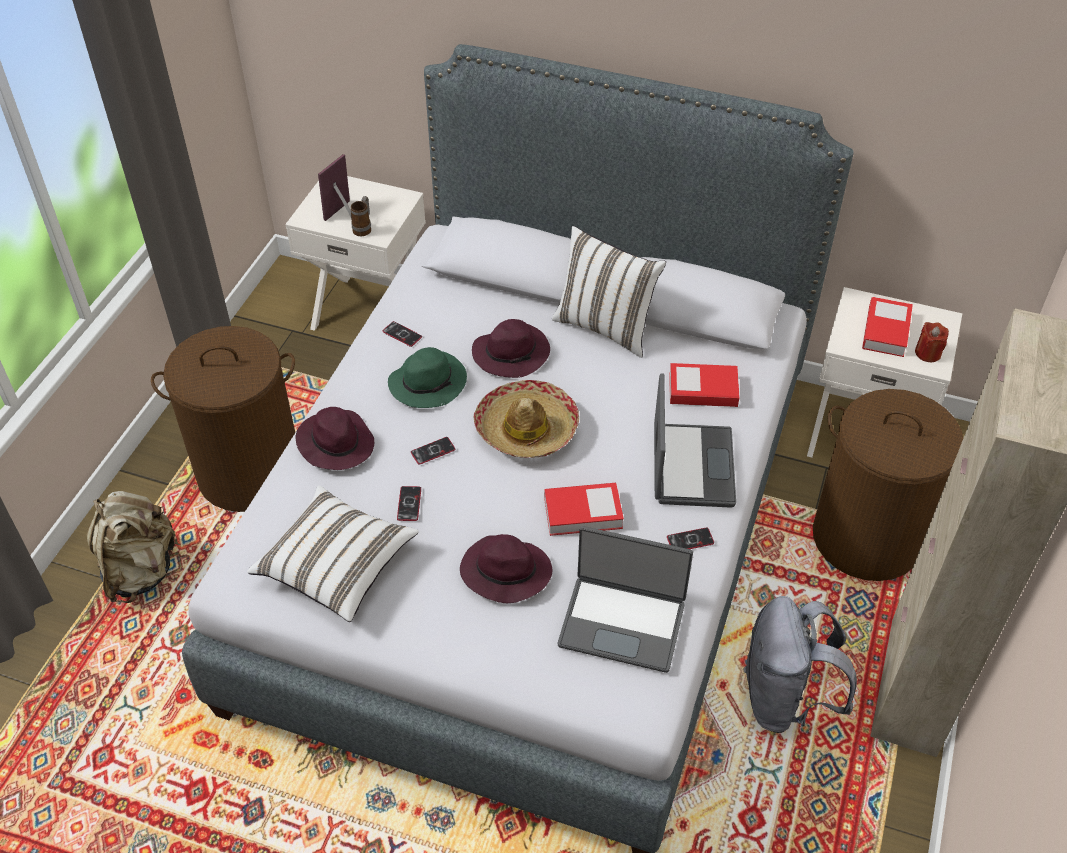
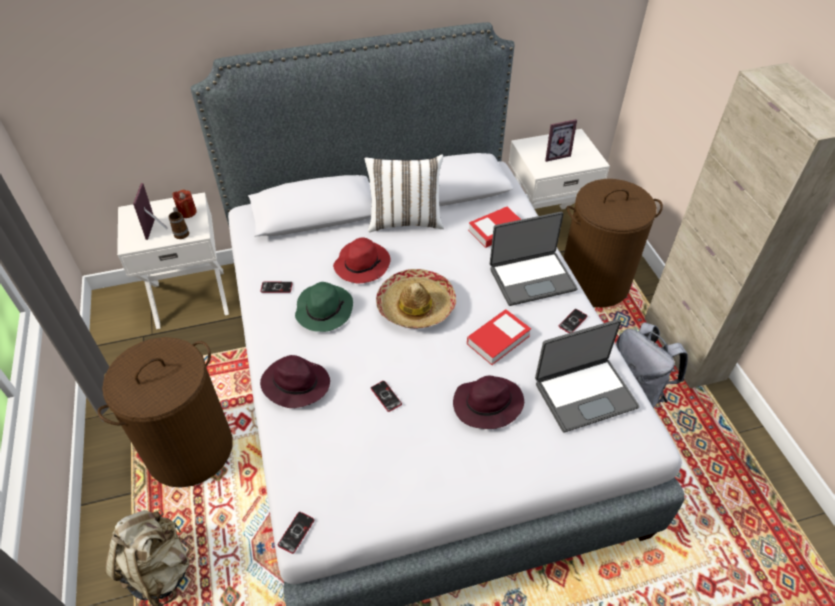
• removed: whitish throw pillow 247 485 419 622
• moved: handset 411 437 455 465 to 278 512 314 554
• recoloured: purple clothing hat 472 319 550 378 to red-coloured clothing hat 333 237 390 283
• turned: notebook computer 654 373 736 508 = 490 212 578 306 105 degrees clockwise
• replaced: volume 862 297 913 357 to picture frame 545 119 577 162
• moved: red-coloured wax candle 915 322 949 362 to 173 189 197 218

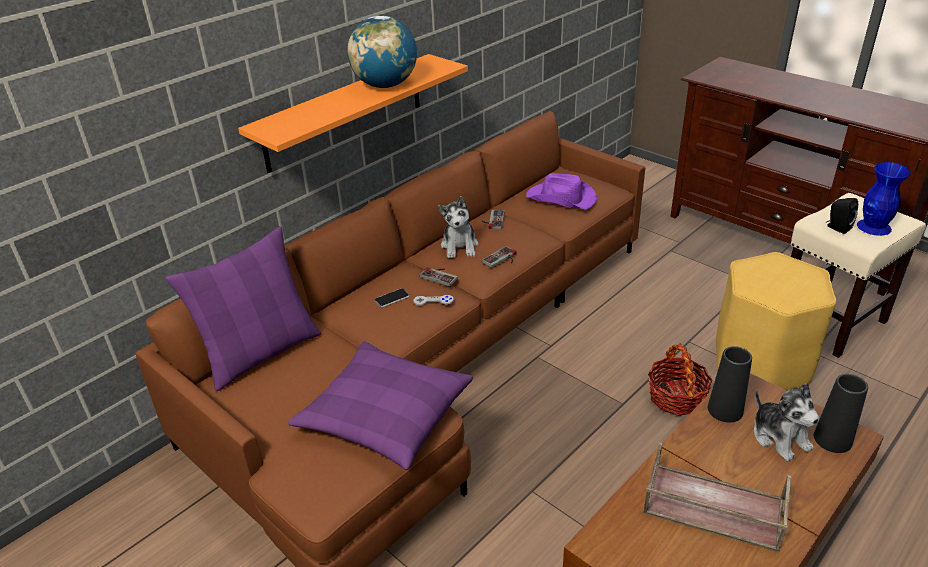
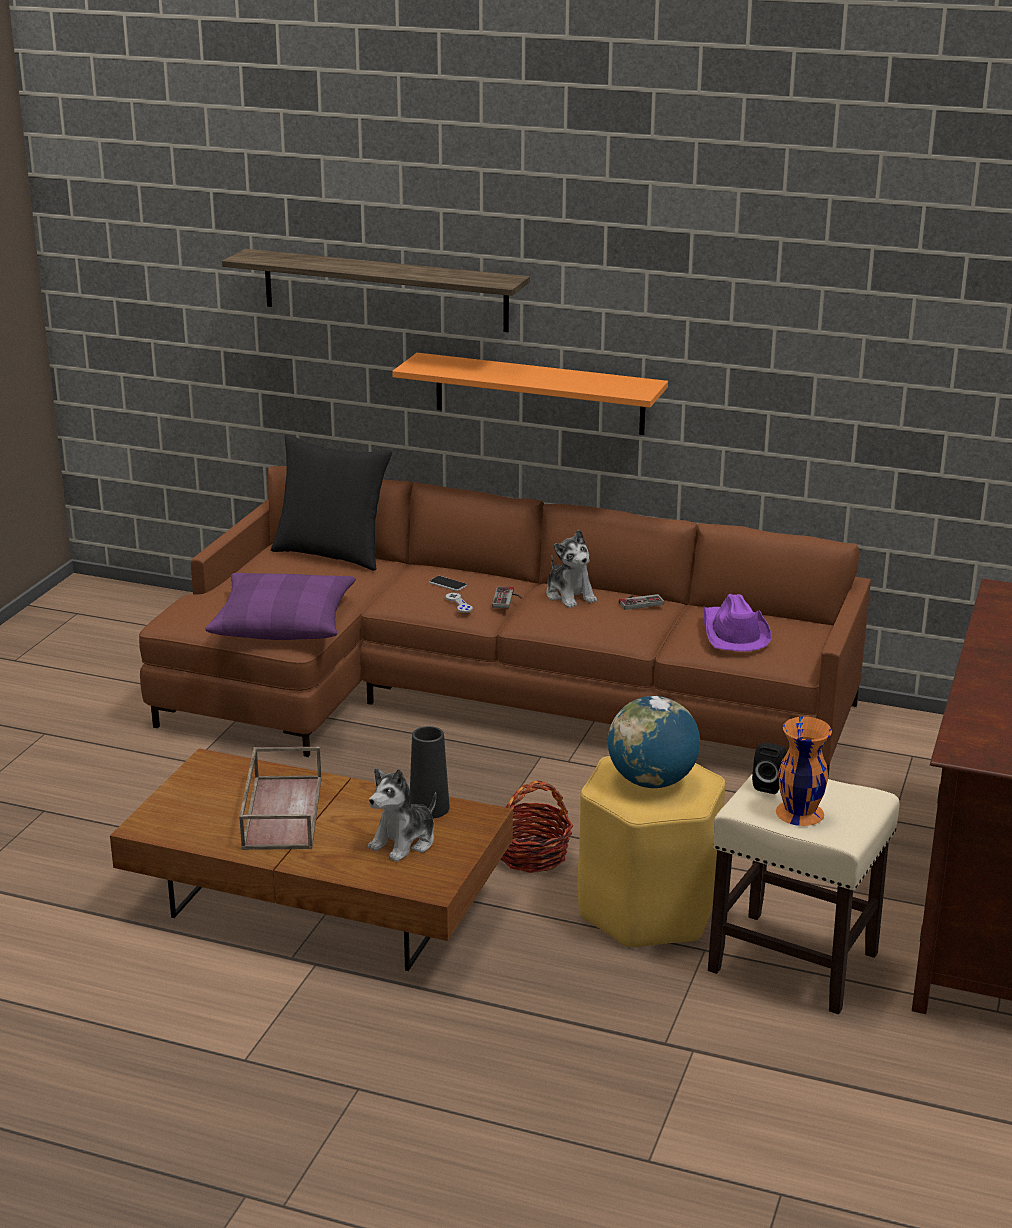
• recoloured: purple throw pillow 165 226 321 391 to black-coloured throw pillow 271 434 392 571
• moved: globe 347 16 417 88 to 608 696 700 788
• turned: plush toy 438 196 479 258 = 546 530 597 608 90 degrees counterclockwise
• removed: game controller 482 246 517 268
• removed: black-coloured decorative vase 814 374 868 453
• recoloured: bluish decorative vase 857 162 911 236 to orange decorative vase 776 717 832 826
• added: bracket shelf 222 249 530 332

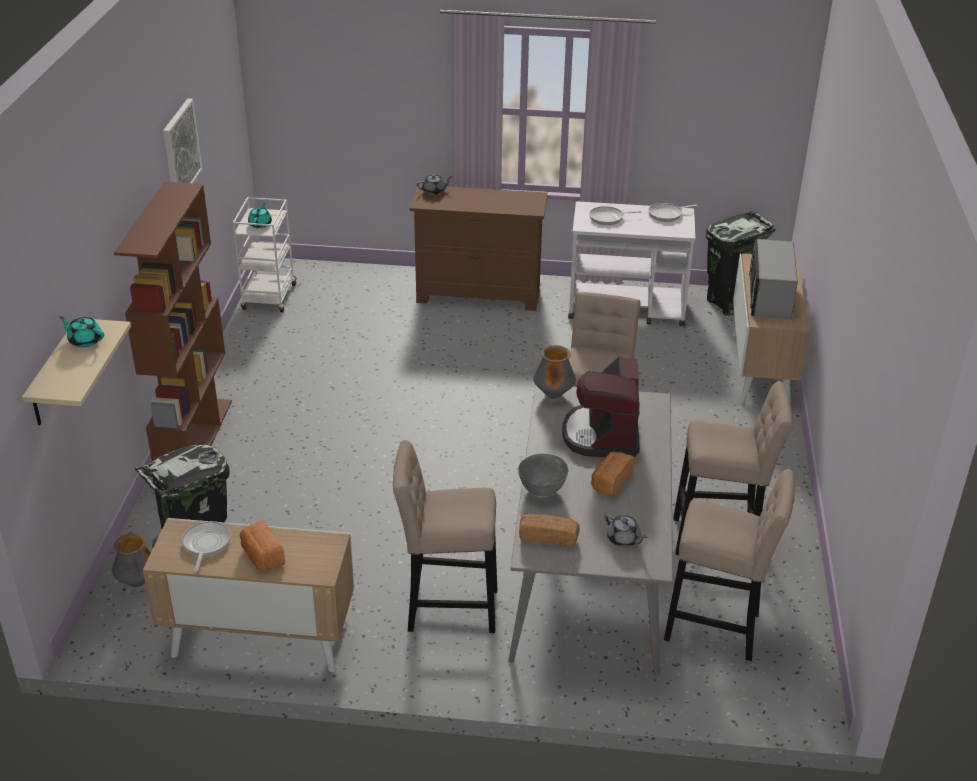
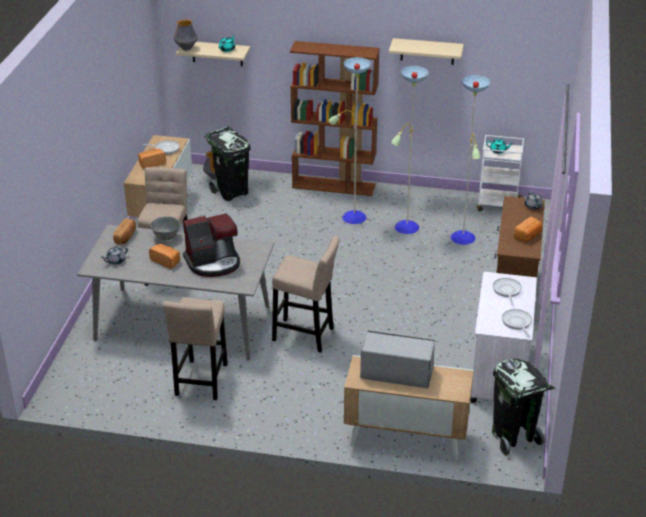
• replaced: wall picture 163 98 202 183 to beige-coloured bracket shelf 389 38 464 65
• moved: decorative vase 533 345 576 399 to 174 19 198 51
• turned: coffee maker 562 356 640 457 = 183 213 240 277 150 degrees clockwise
• removed: beige-coloured sitting stool 664 469 795 661
• added: floor lamp 328 57 490 245
• added: bakery bread 514 217 542 242

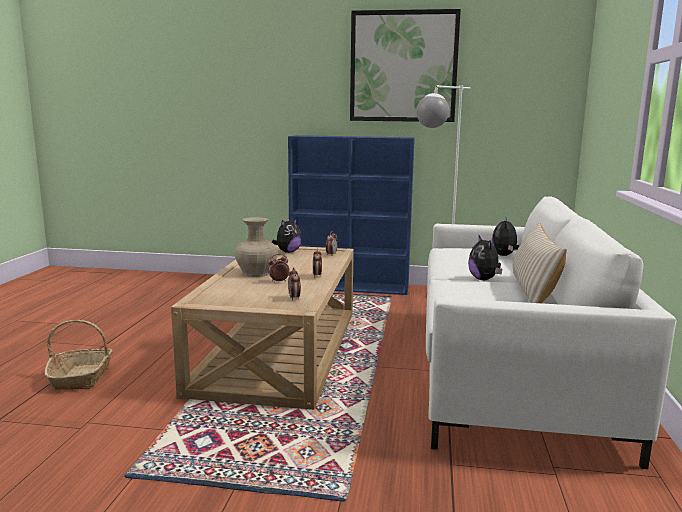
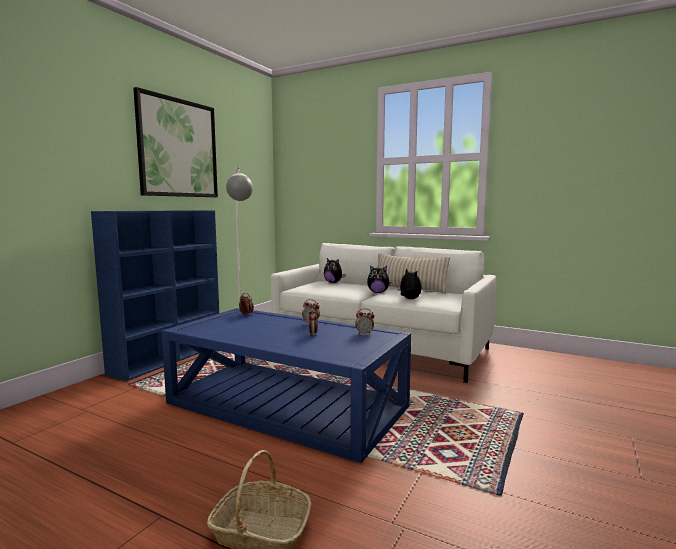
• recoloured: beige-coloured low table 171 245 354 410 to bluish low table 162 308 411 463
• removed: beige-coloured decorative vase 234 217 278 277
• moved: plush toy 272 218 302 253 to 397 268 422 299

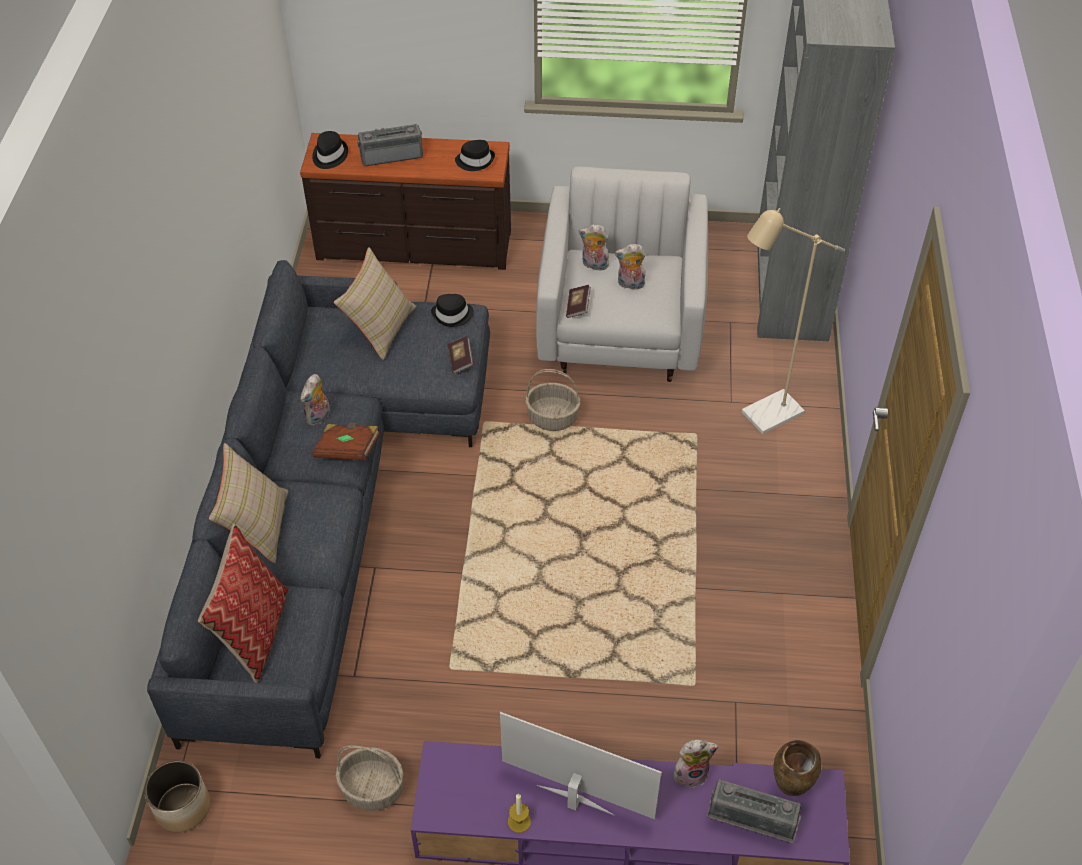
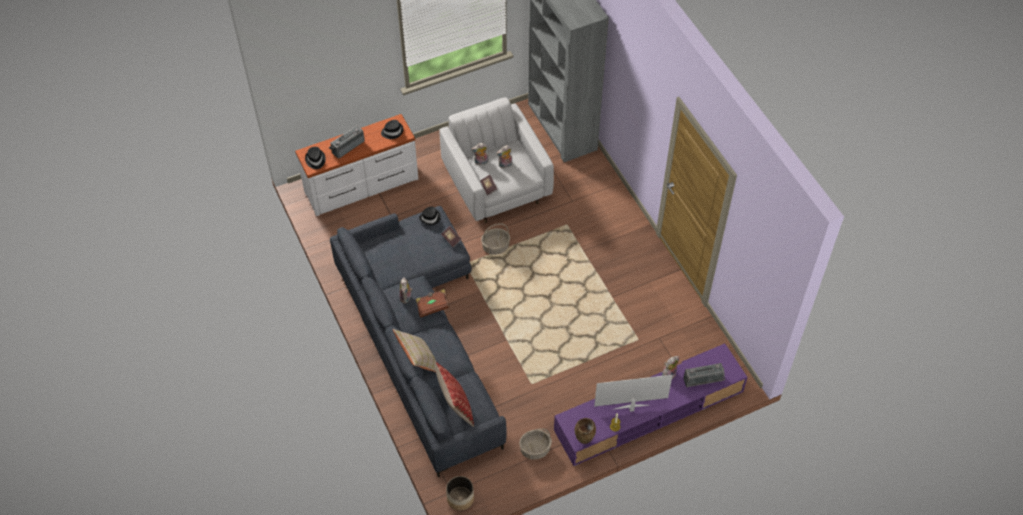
• recoloured: brown-coloured dresser 300 133 511 270 to whitish dresser 295 114 418 216
• removed: beige-coloured throw pillow 334 247 416 360
• removed: beige-coloured floor lamp 742 208 845 434
• moved: brown-coloured decorative vase 774 740 821 796 to 575 418 596 444

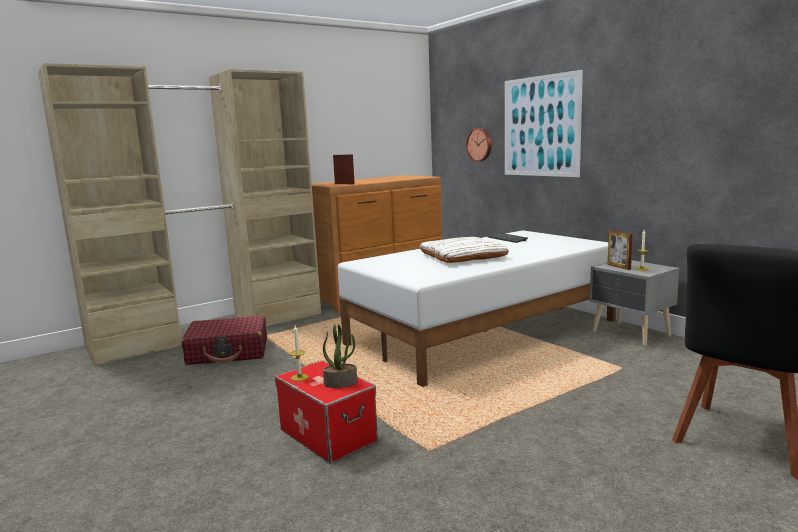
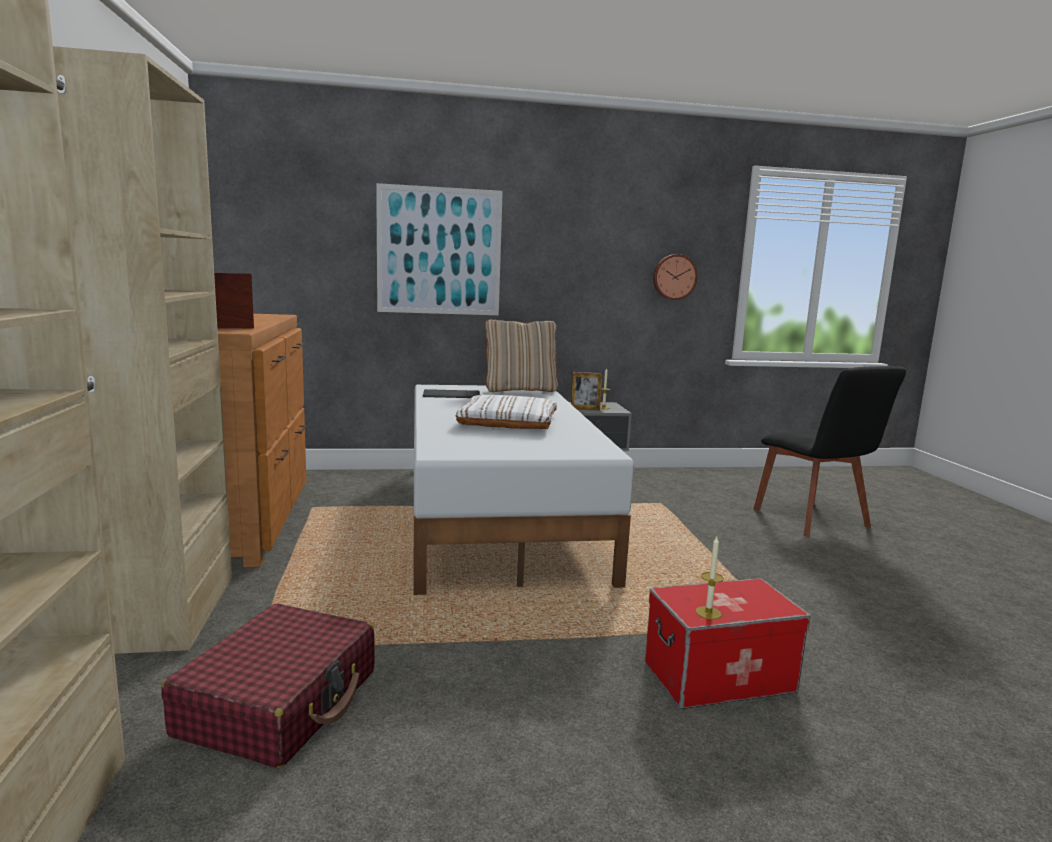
• removed: plant in a pot 323 324 357 388
• moved: hanging clock 466 128 492 162 to 653 254 698 300
• added: beige-coloured throw pillow 485 319 558 392

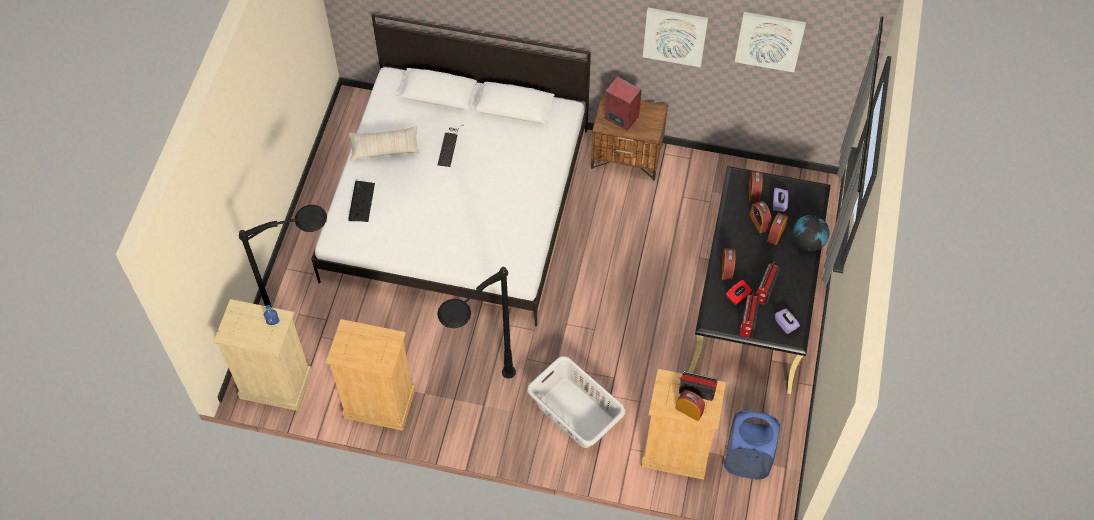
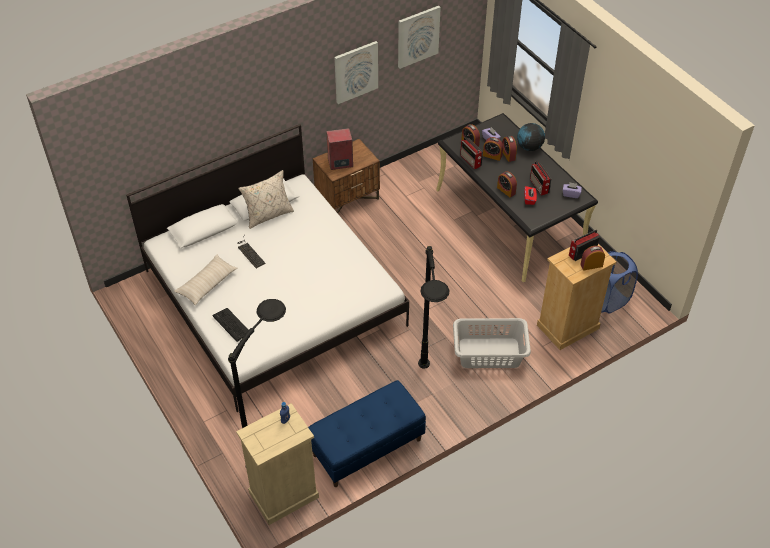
• replaced: beige-coloured dresser 326 319 415 431 to bluish bench 308 380 426 487
• moved: radio receiver 740 293 760 337 to 460 137 483 169
• added: beige-coloured throw pillow 238 170 294 229

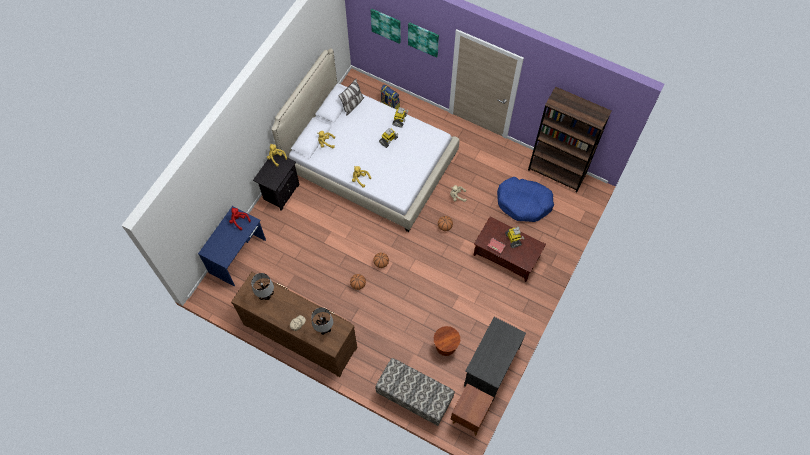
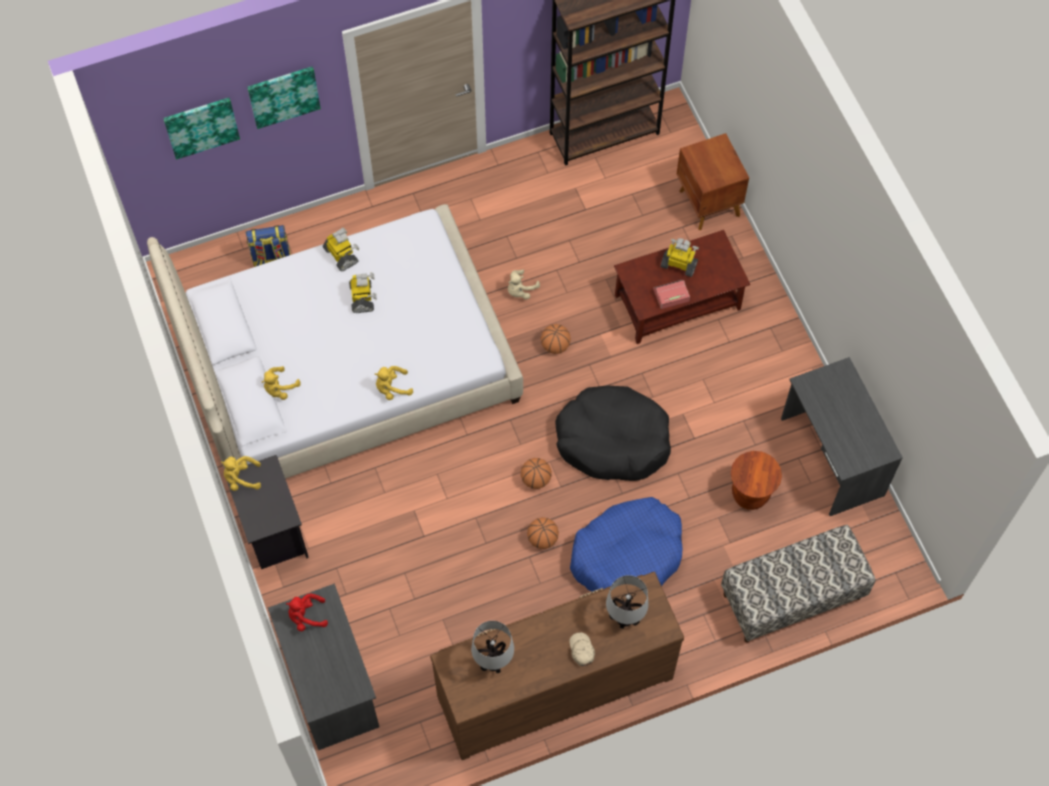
• recoloured: bluish desk table 198 206 266 286 to greyish desk table 268 584 379 750
• removed: throw pillow 338 79 364 116
• moved: brown-coloured nightstand 451 383 494 436 to 677 133 749 230
• moved: bluish dog bed 497 177 554 222 to 570 497 683 592
• added: black-coloured dog bed 555 386 671 481

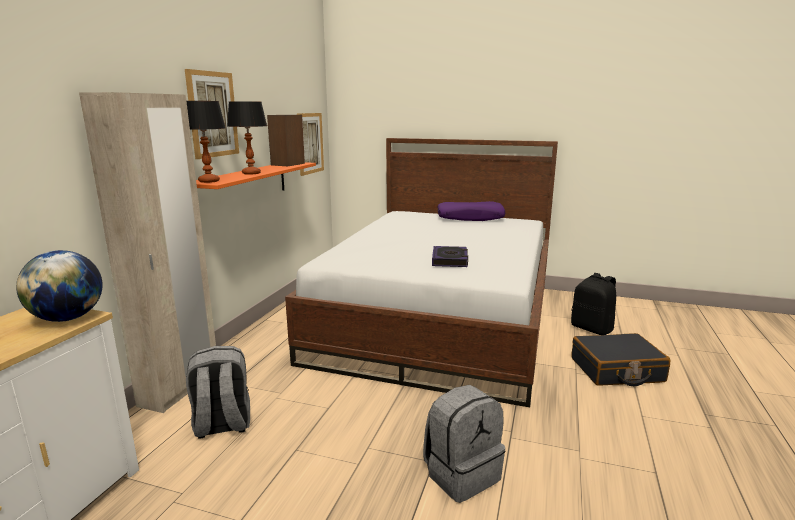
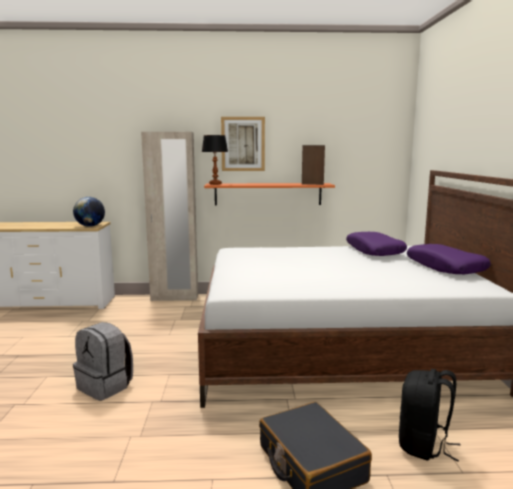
• removed: greyish backpack 186 346 250 438
• removed: table lamp 227 101 267 175
• removed: wall picture 297 113 324 176
• removed: volume 432 246 468 267
• added: purple throw pillow 346 232 407 256

